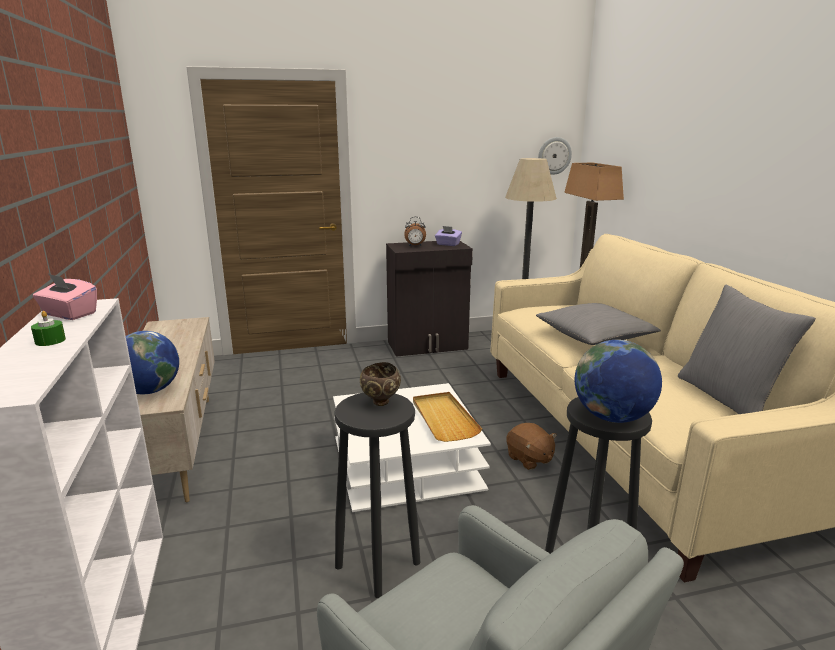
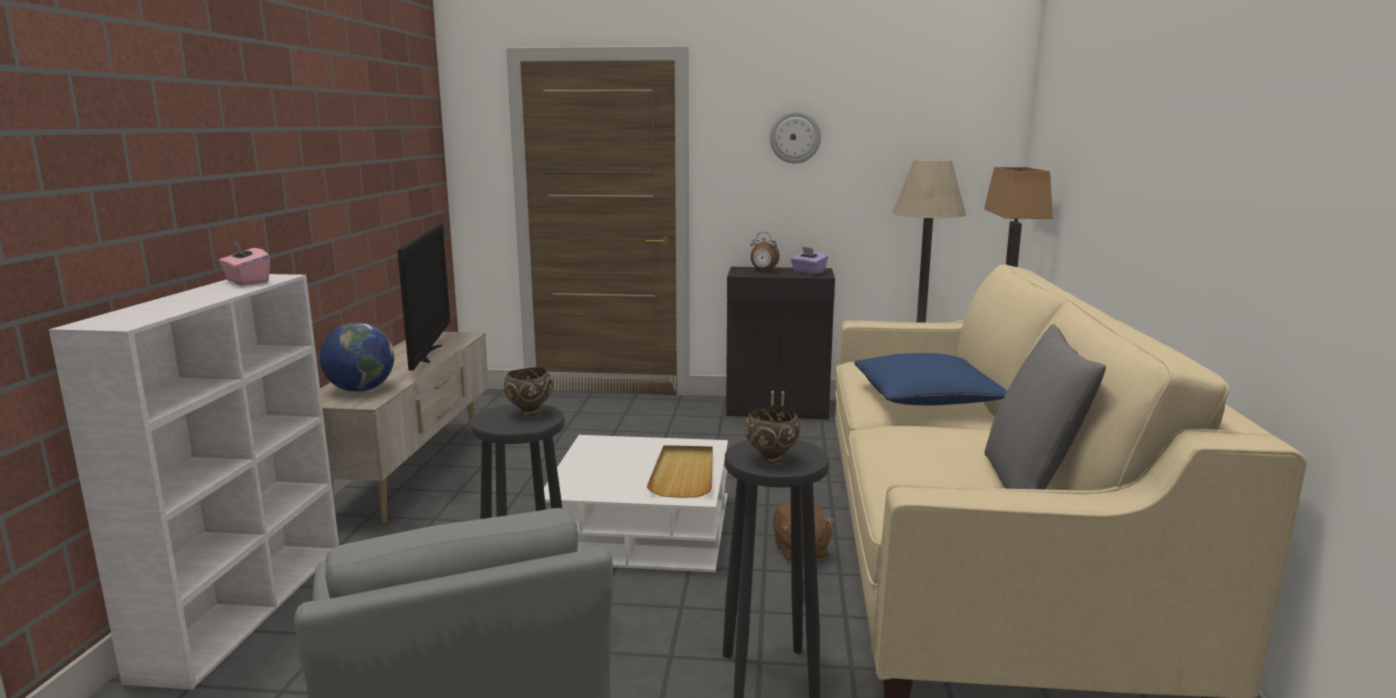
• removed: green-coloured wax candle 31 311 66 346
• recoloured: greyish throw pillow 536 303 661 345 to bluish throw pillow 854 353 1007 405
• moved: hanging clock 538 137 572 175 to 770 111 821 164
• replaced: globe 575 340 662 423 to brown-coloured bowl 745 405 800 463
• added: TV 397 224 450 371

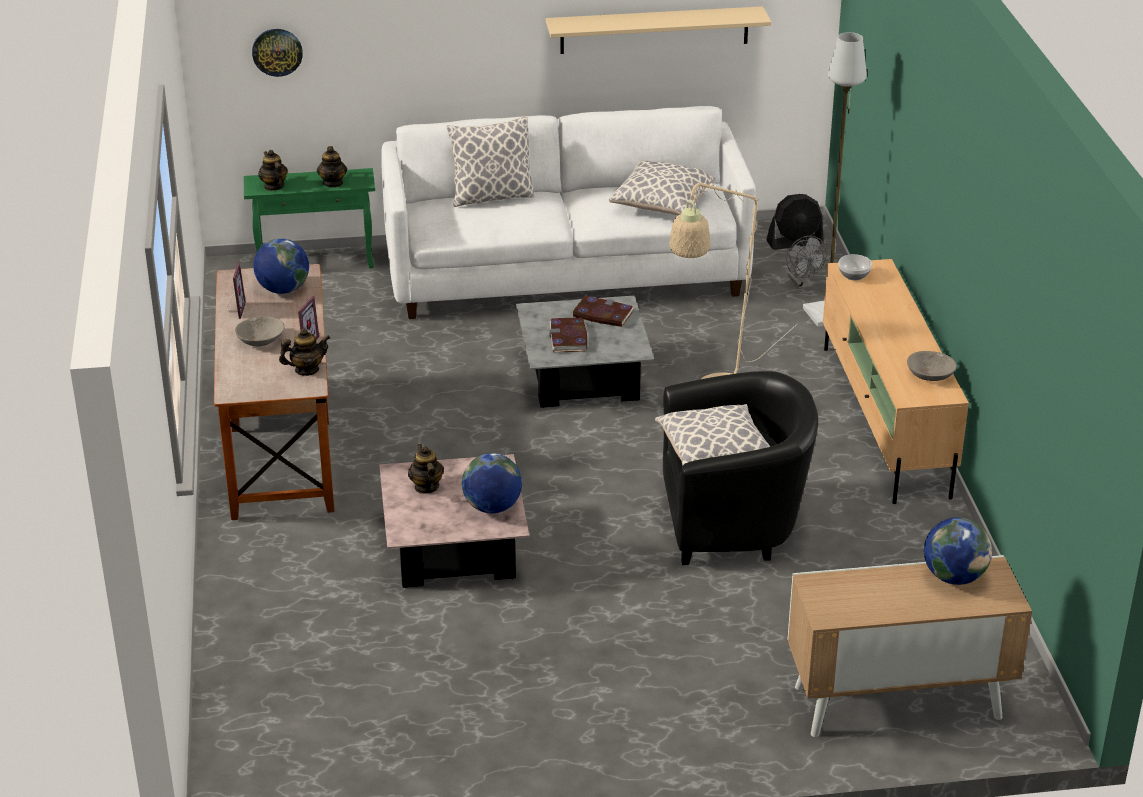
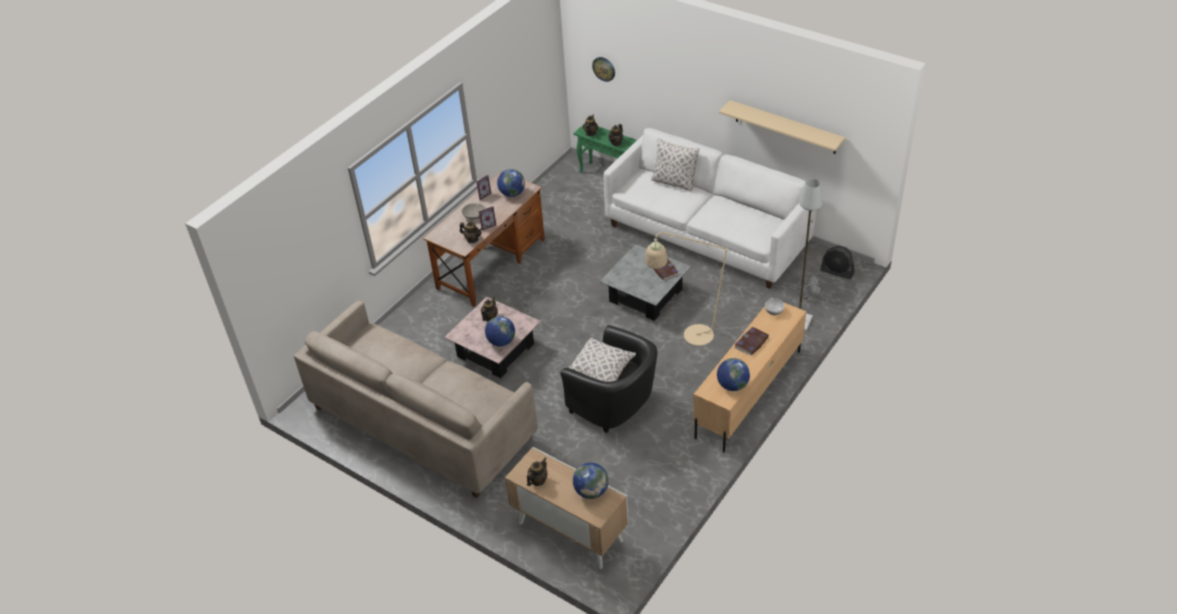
• moved: volume 549 317 587 352 to 735 327 769 356
• removed: throw pillow 609 160 715 215
• replaced: greyish bowl 907 351 957 381 to globe 717 358 750 391
• added: beige-coloured couch 294 300 538 498
• added: tea pot 527 458 548 486

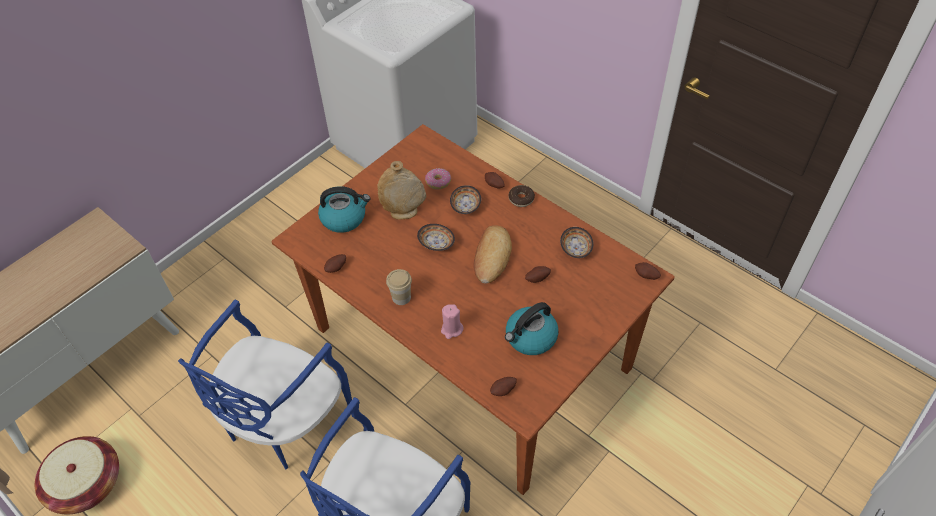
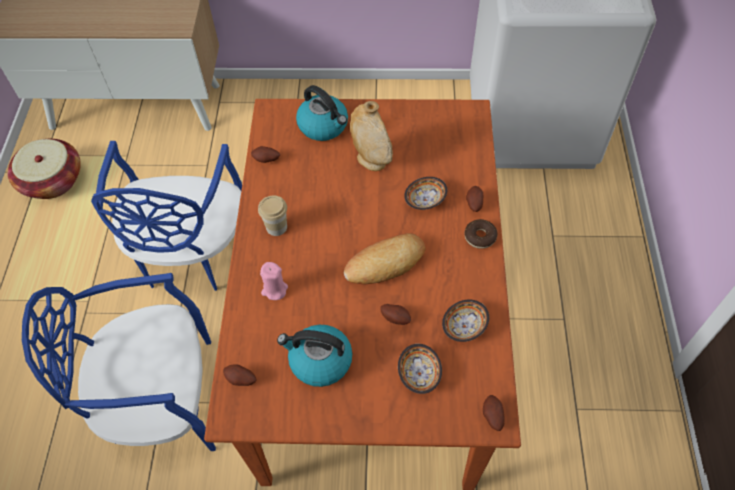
• turned: bluish plain chair 178 300 352 469 = 91 141 242 291 75 degrees counterclockwise
• moved: bowl 417 224 455 251 to 398 344 442 394
• removed: doughnut 425 168 451 190

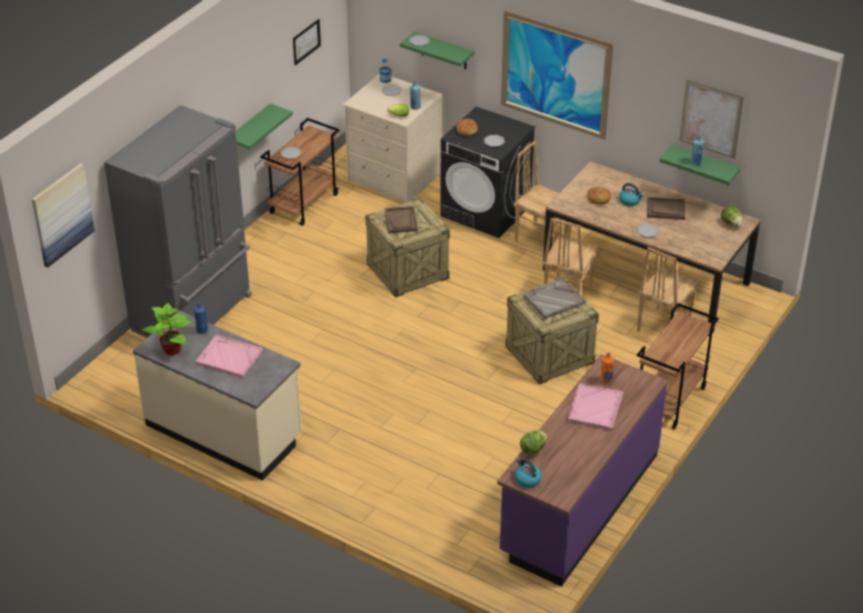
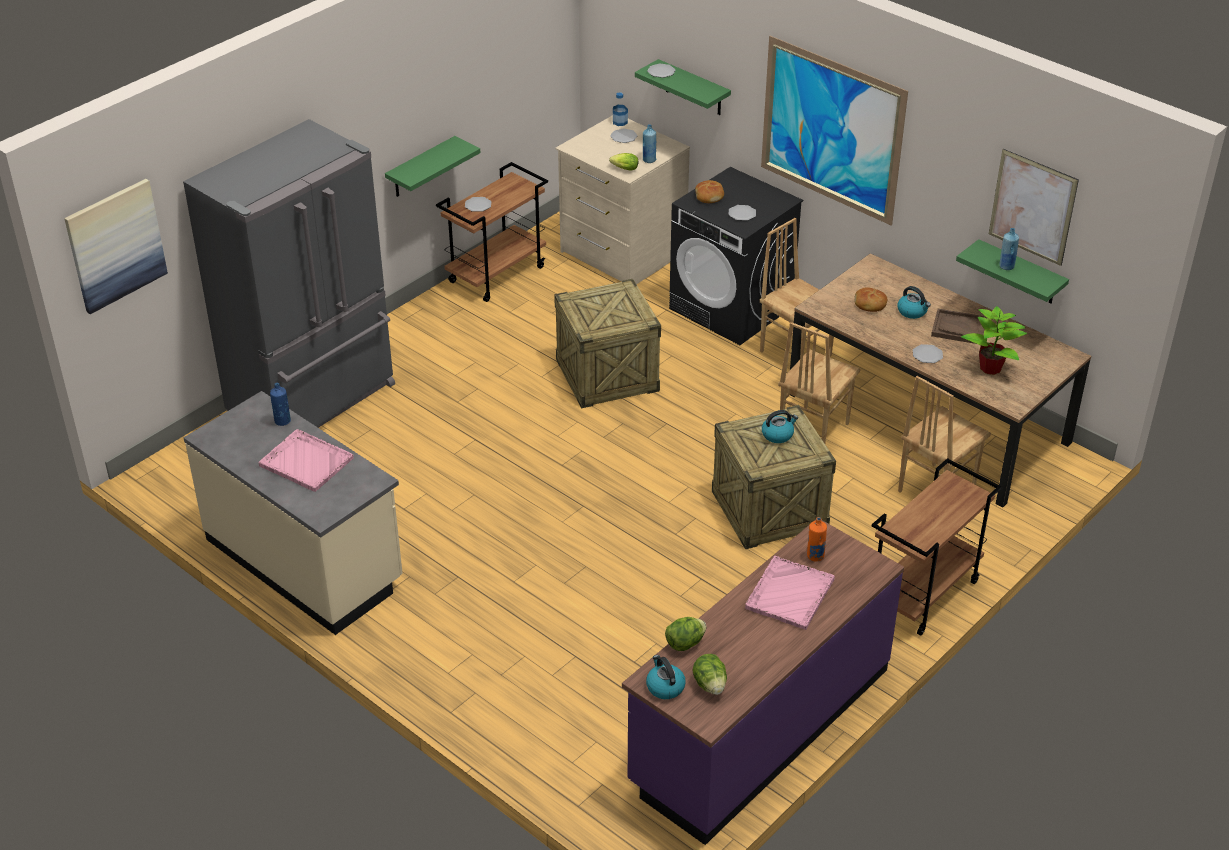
• moved: plant in a pot 142 303 192 356 to 961 306 1027 375
• removed: wall picture 293 19 321 66
• removed: brown-coloured carrying tray 385 206 418 233
• replaced: greyish carrying tray 523 279 586 319 to tea kettle 762 410 798 443
• moved: head of lettuce 721 206 742 227 to 692 654 727 695

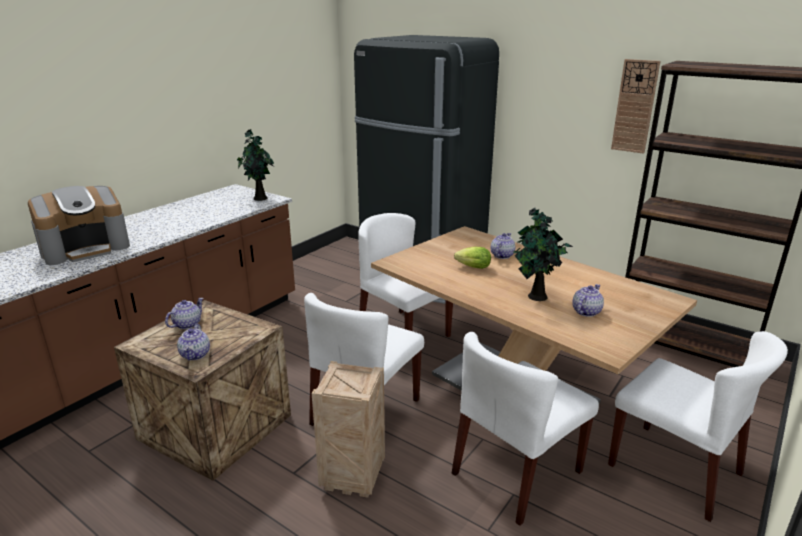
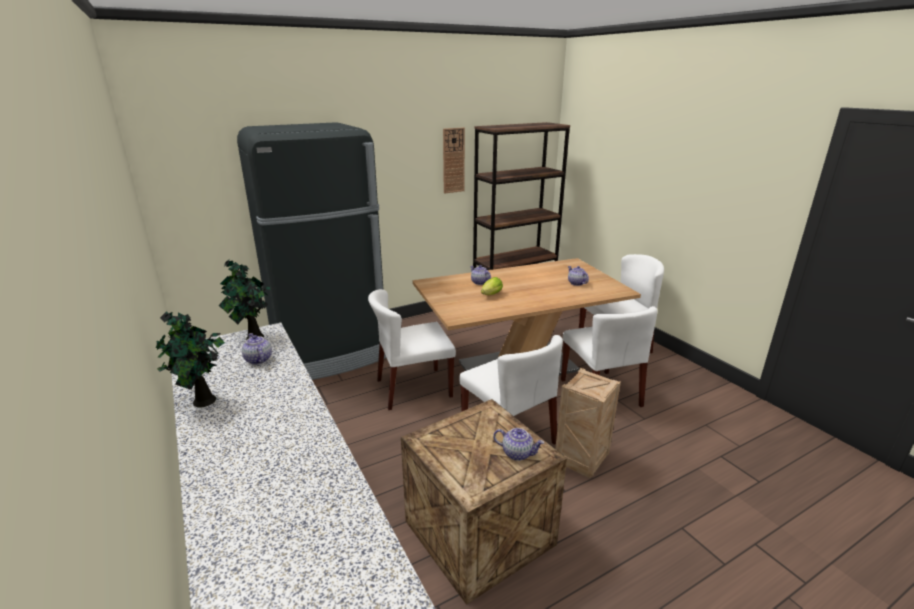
• removed: coffee maker 28 186 130 265
• moved: tea pot 165 298 204 329 to 242 333 272 365
• moved: plant in a pot 513 207 573 301 to 156 311 225 407

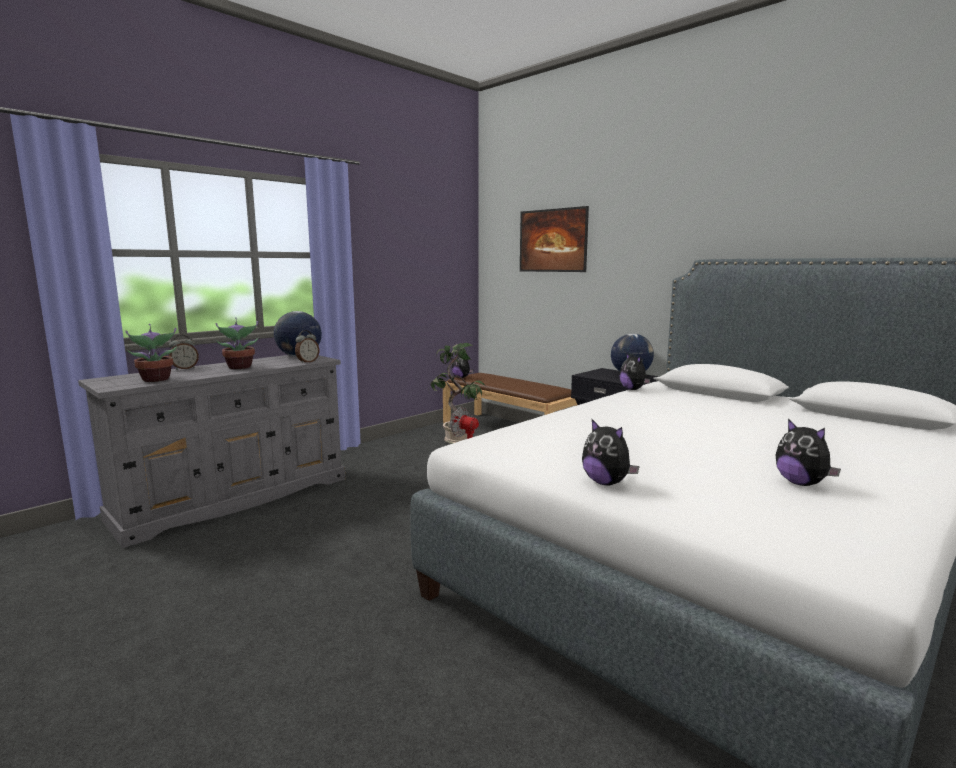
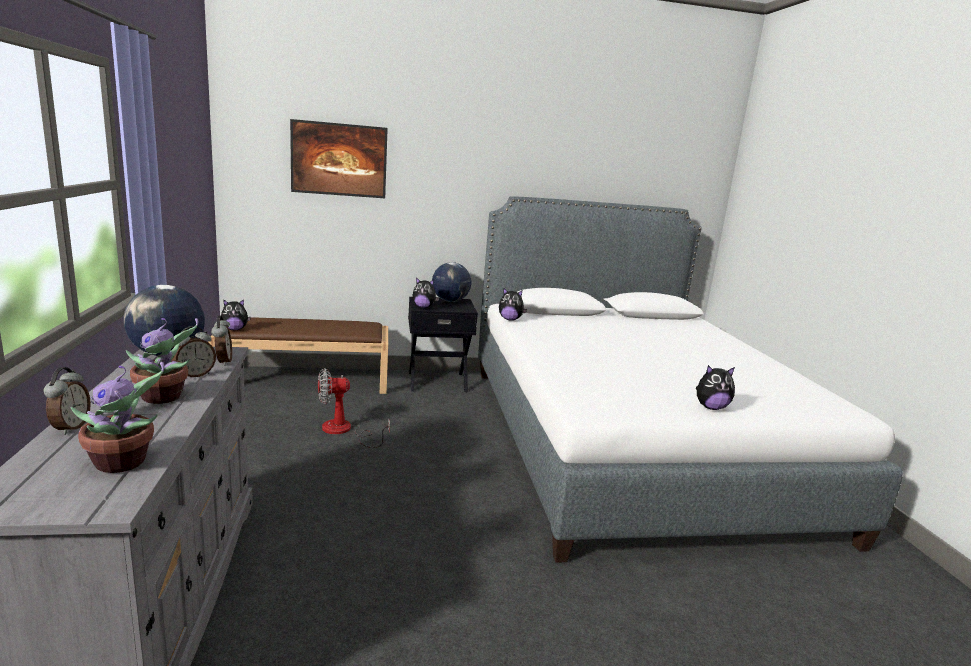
• removed: plant in a pot 428 343 486 444
• moved: plush toy 776 419 841 486 to 412 277 439 308
• added: table clock 172 326 216 377

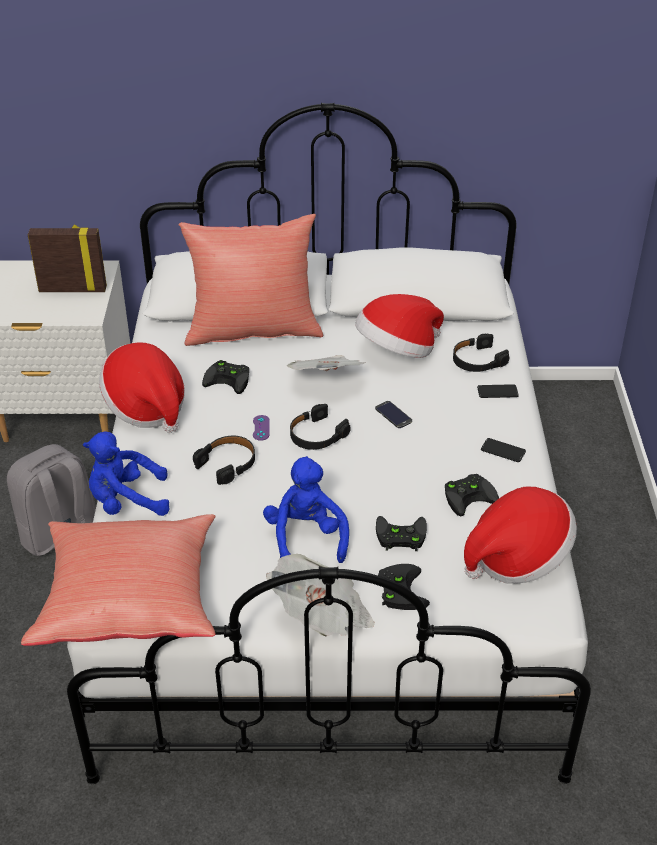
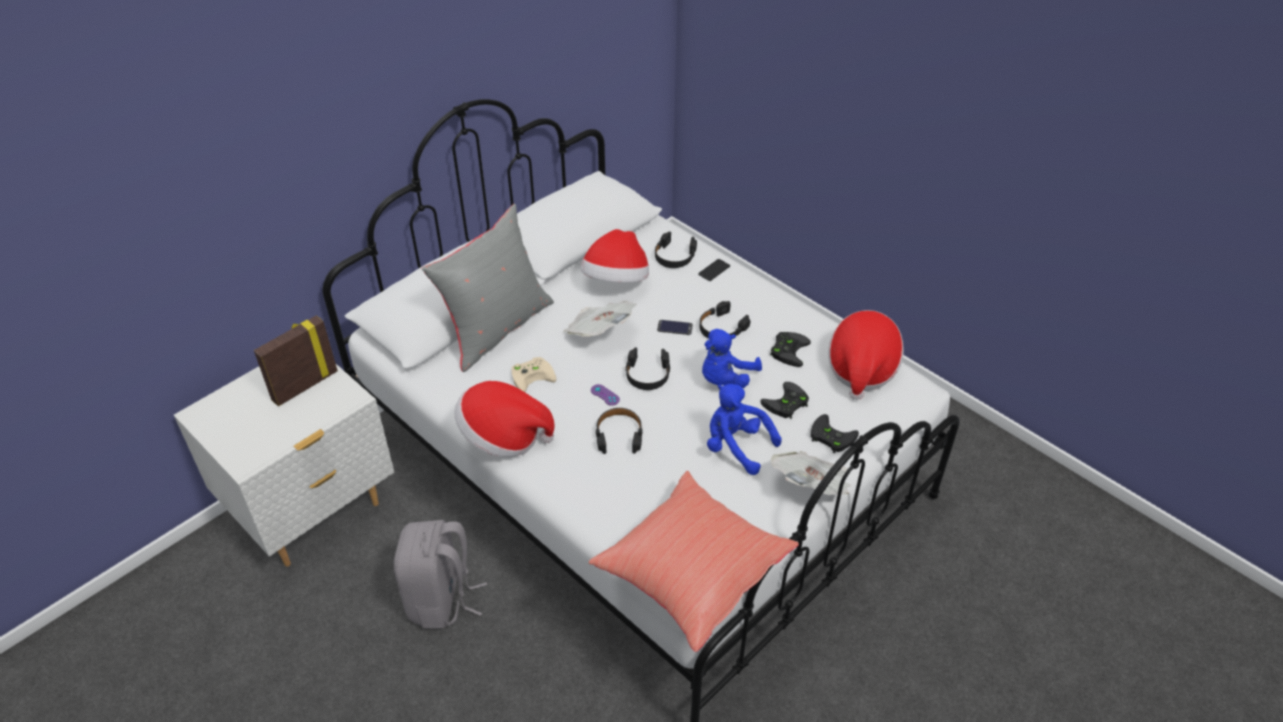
• moved: bluish plush toy 83 432 170 516 to 702 329 762 388
• recoloured: red-coloured throw pillow 179 214 323 346 to greyish throw pillow 422 204 554 372
• recoloured: black-coloured game controller 202 360 249 394 to beige-coloured game controller 512 357 556 392
• removed: handset 481 438 526 462
• added: black-coloured pair of headphones 700 301 751 339

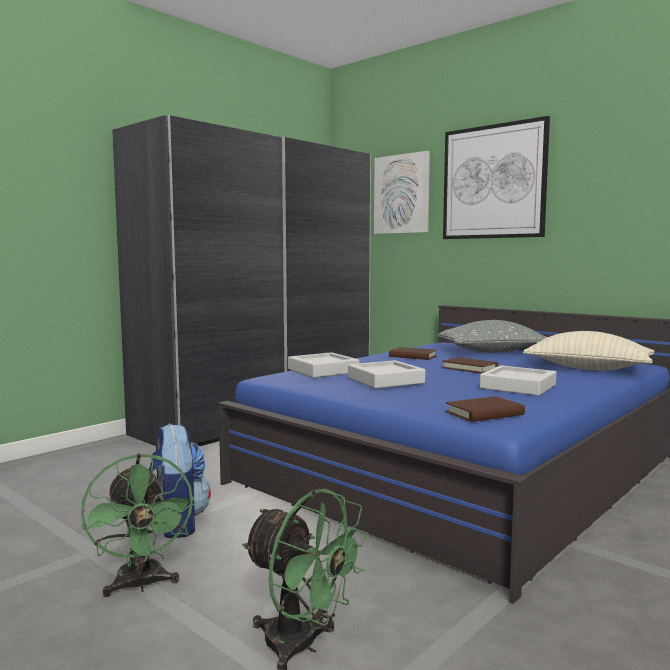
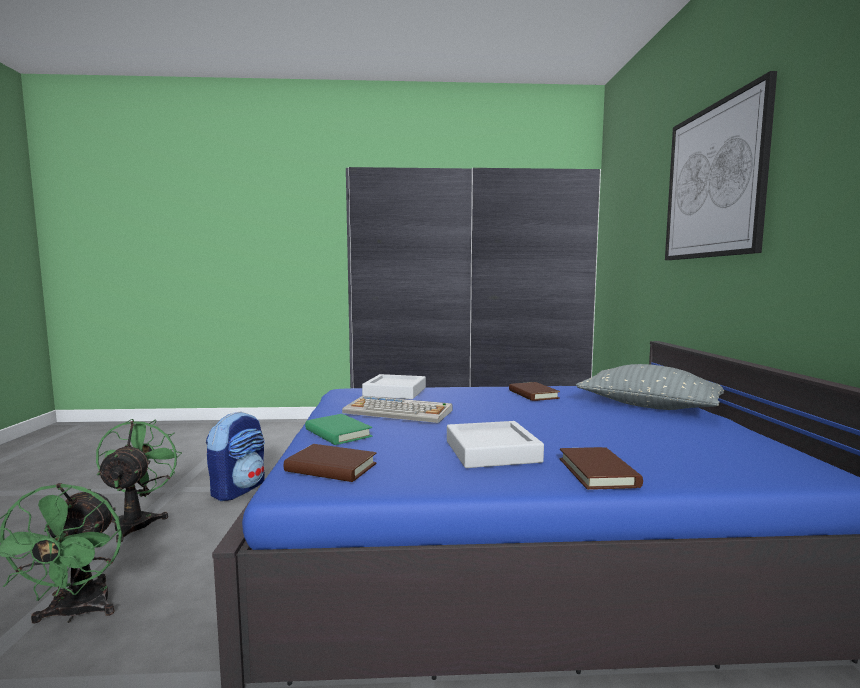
• turned: green-coloured fan 81 453 196 597 = 96 419 182 543 150 degrees clockwise
• replaced: greyish carrying tray 348 360 425 388 to PC keyboard 342 396 452 423
• removed: wall picture 374 151 430 234
• moved: brown-coloured volume 442 357 498 373 to 559 447 643 490
• removed: beige-coloured throw pillow 523 331 655 370
• added: green-coloured volume 305 414 372 445

